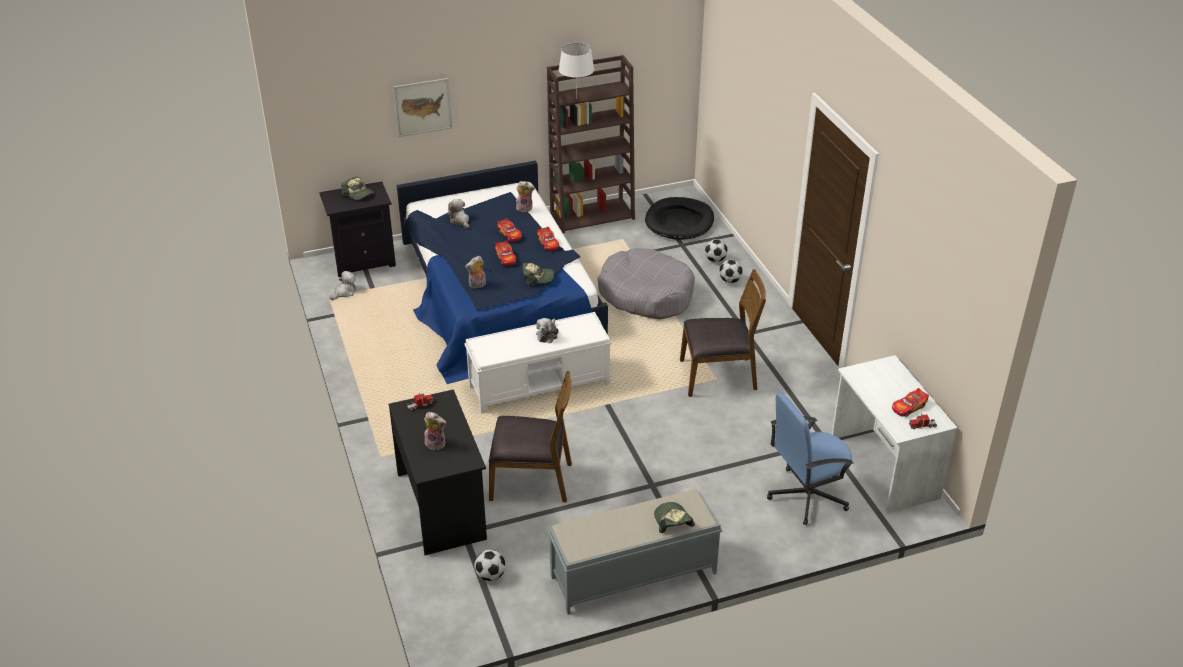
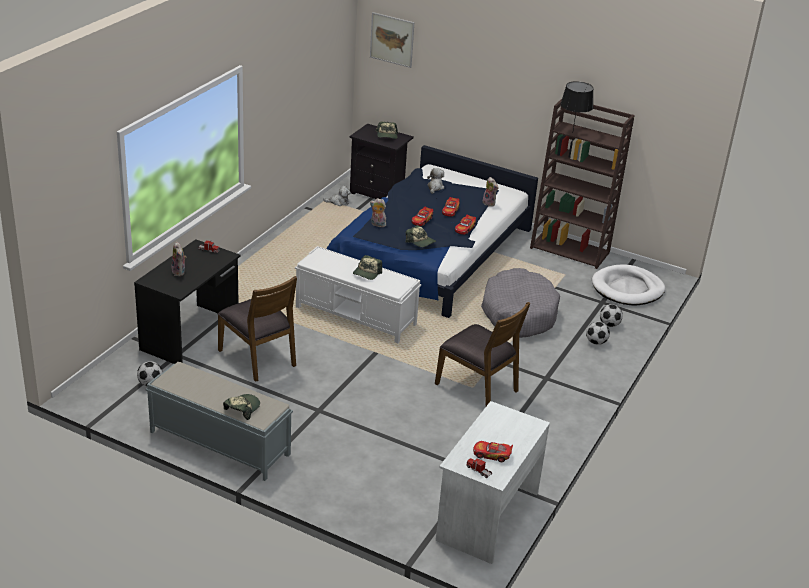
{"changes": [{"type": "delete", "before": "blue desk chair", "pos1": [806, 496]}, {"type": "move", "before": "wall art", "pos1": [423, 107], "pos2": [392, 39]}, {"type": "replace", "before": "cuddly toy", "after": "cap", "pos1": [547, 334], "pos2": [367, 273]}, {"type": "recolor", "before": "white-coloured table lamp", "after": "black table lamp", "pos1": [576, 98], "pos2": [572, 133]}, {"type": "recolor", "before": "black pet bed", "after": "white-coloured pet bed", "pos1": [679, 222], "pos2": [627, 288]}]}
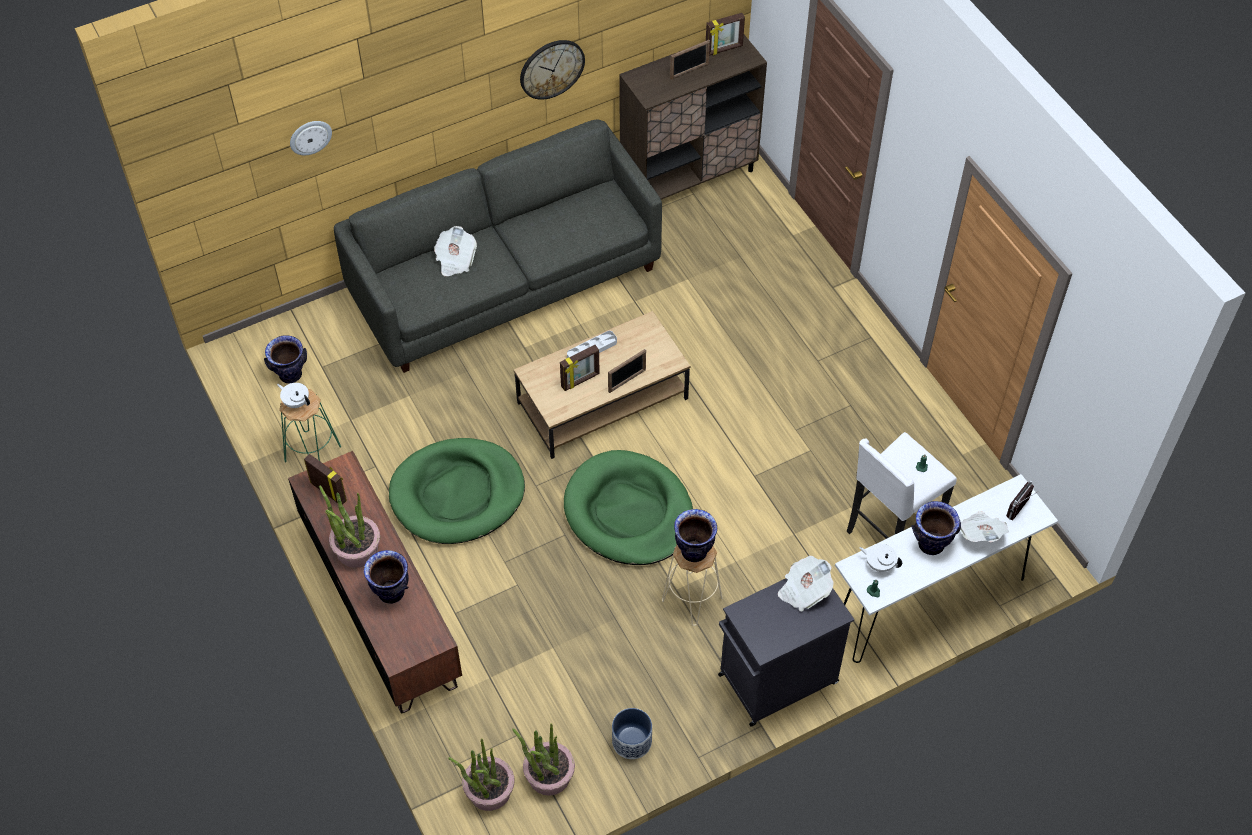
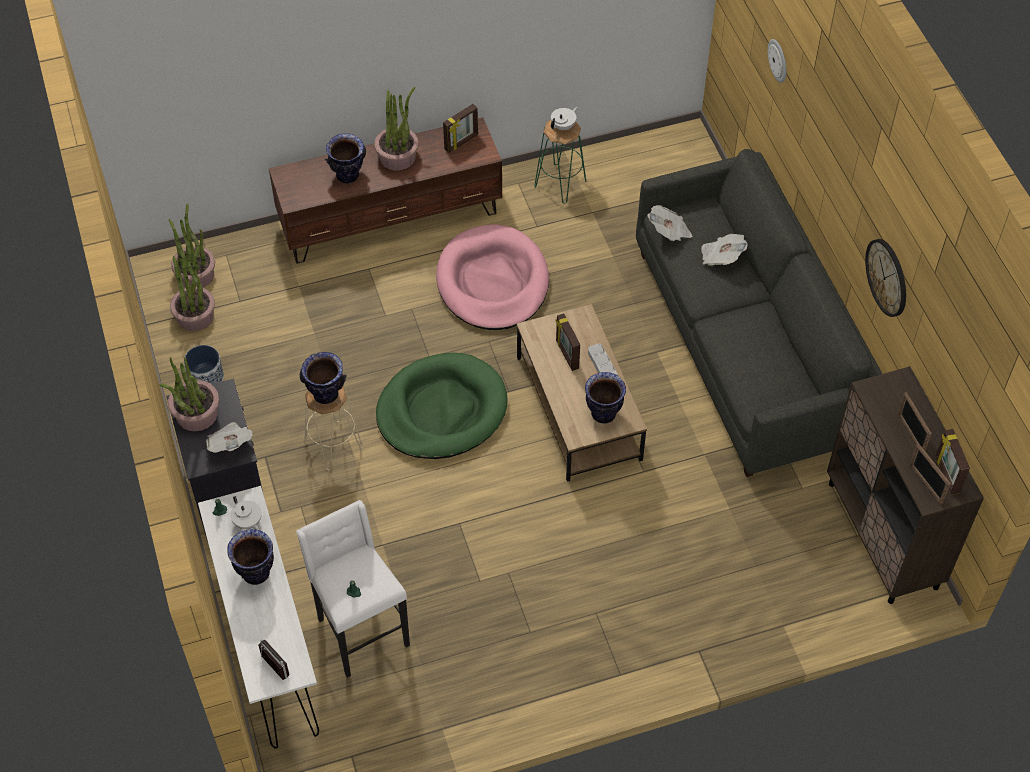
{"changes": [{"type": "insert", "after": "plant in a pot", "pos2": [196, 414]}, {"type": "move", "before": "vase", "pos1": [290, 374], "pos2": [604, 414]}, {"type": "move", "before": "standing frame", "pos1": [627, 381], "pos2": [925, 483]}, {"type": "move", "before": "newspaper", "pos1": [980, 534], "pos2": [669, 232]}, {"type": "recolor", "before": "greenish pet bed", "after": "pink pet bed", "pos1": [457, 494], "pos2": [492, 282]}, {"type": "rotate", "before": "white-coloured pot for tea", "pos1": [879, 564], "pos2": [248, 522], "turn": 105}]}
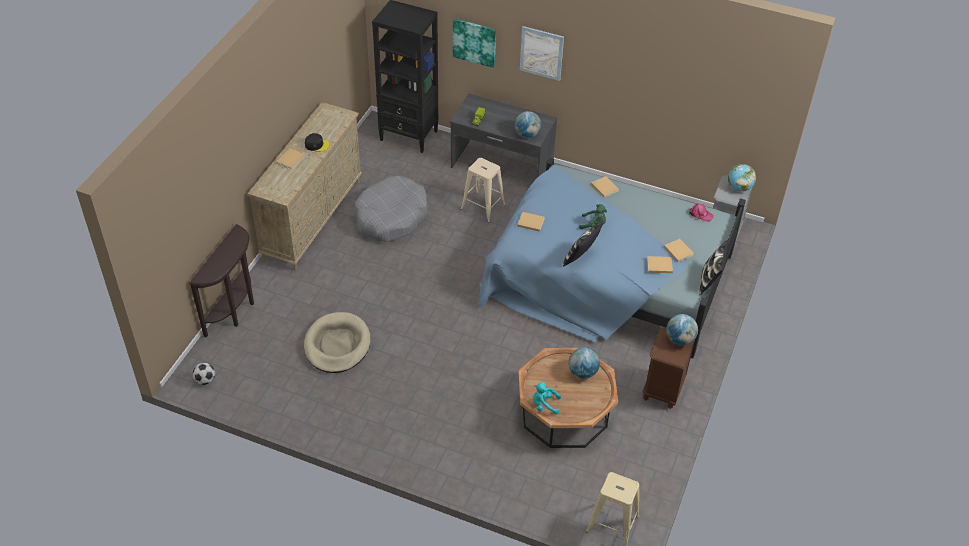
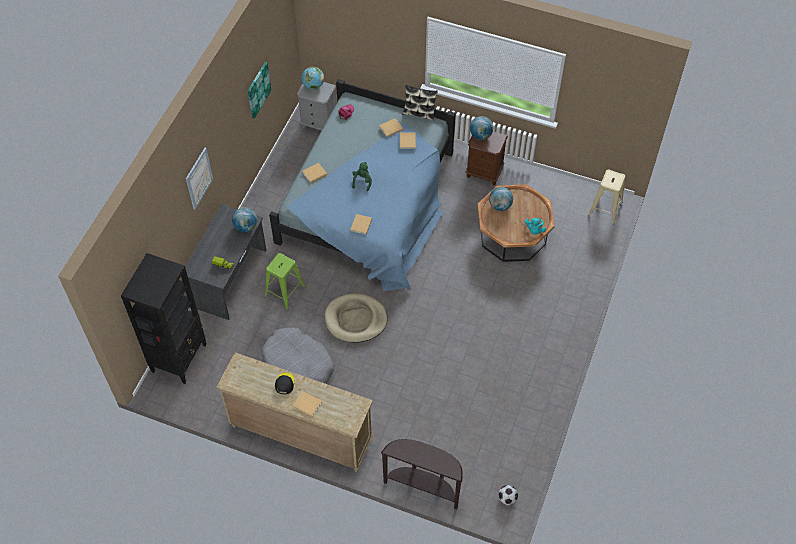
{"changes": [{"type": "delete", "before": "cushion", "pos1": [581, 258]}, {"type": "move", "before": "beige pet bed", "pos1": [337, 345], "pos2": [355, 319]}, {"type": "move", "before": "wall art", "pos1": [474, 42], "pos2": [258, 90]}, {"type": "recolor", "before": "beige stool", "after": "greenish stool", "pos1": [483, 207], "pos2": [285, 291]}]}
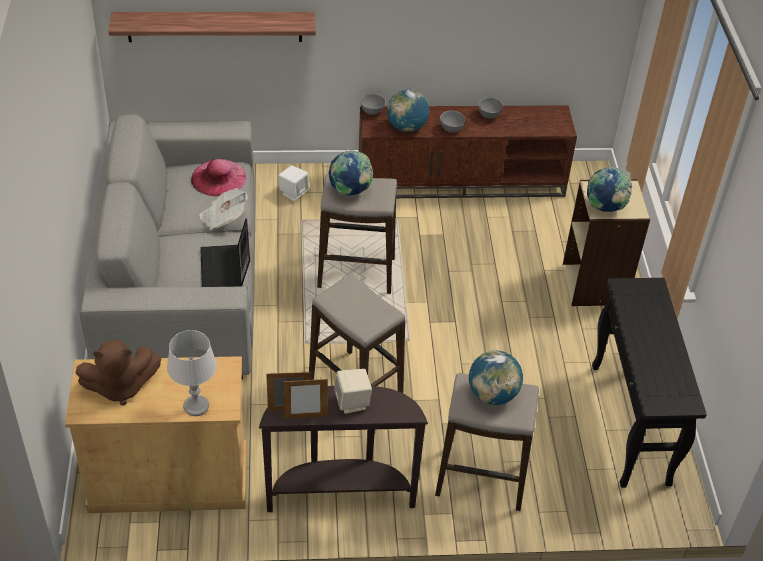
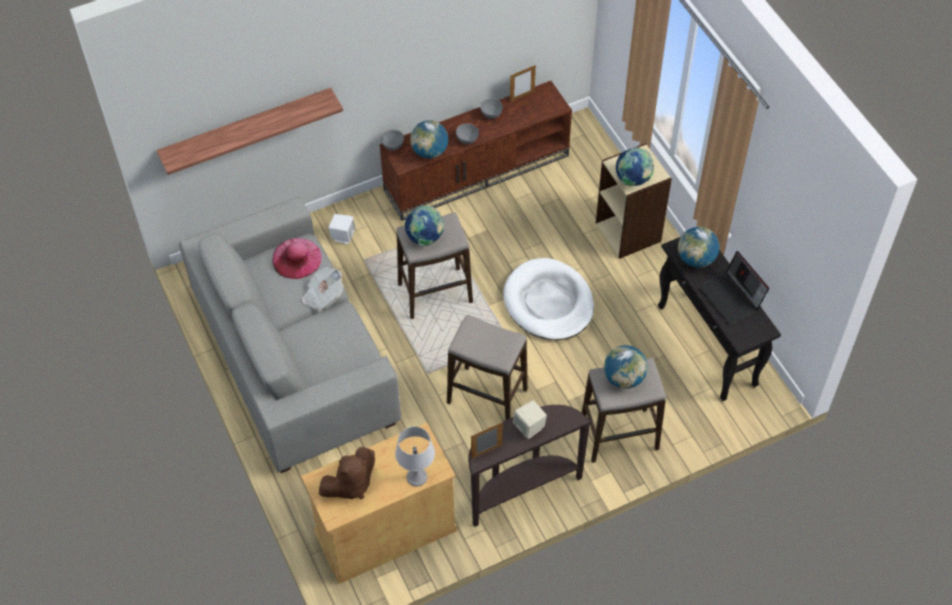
{"changes": [{"type": "insert", "after": "white-coloured pet bed", "pos2": [548, 302]}, {"type": "insert", "after": "globe", "pos2": [696, 259]}, {"type": "move", "before": "notebook computer", "pos1": [226, 268], "pos2": [732, 298]}, {"type": "move", "before": "standing frame", "pos1": [305, 417], "pos2": [522, 96]}]}
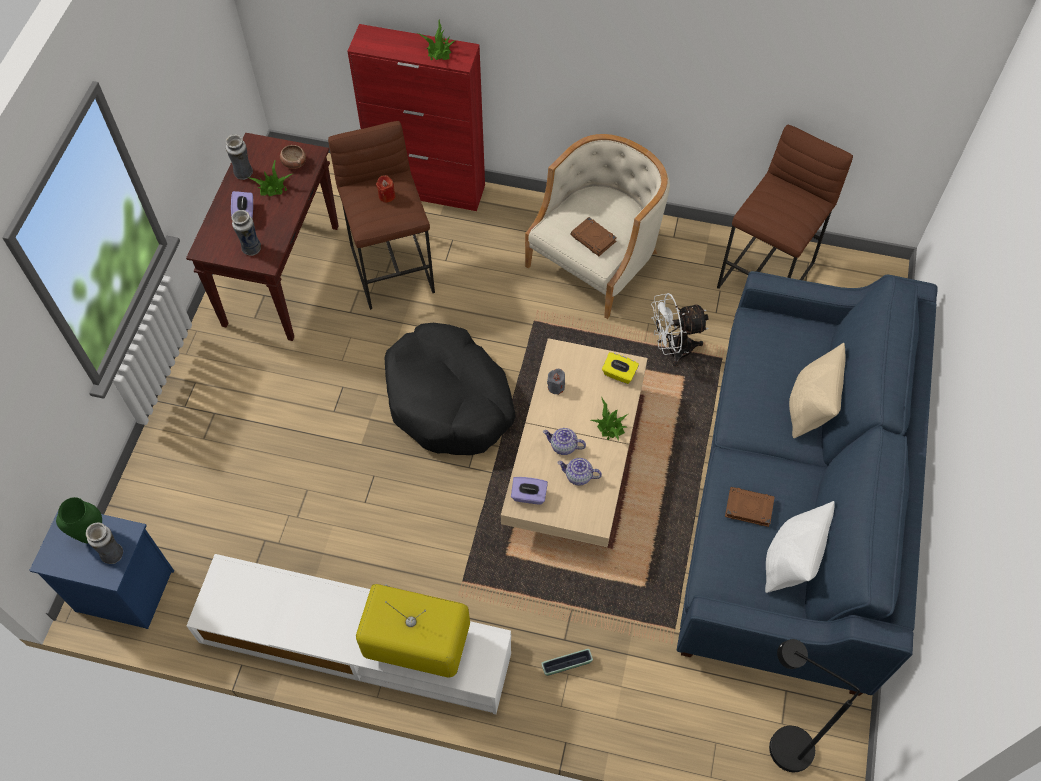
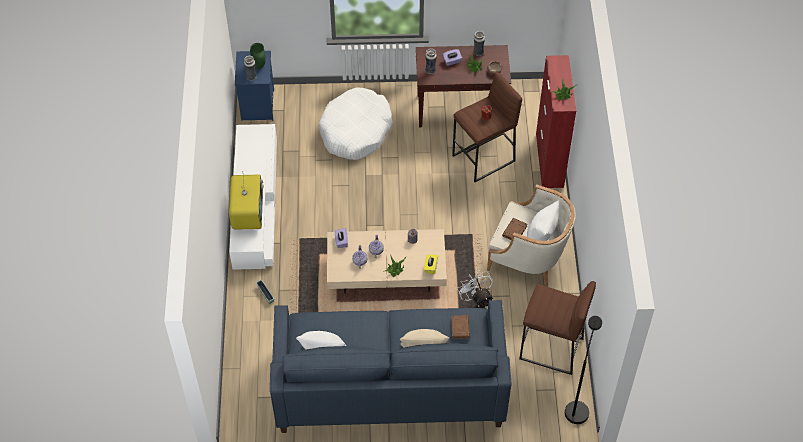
{"changes": [{"type": "delete", "before": "black pet bed", "pos1": [449, 400]}, {"type": "insert", "after": "white-coloured pet bed", "pos2": [355, 131]}, {"type": "insert", "after": "white-coloured cushion", "pos2": [541, 235]}, {"type": "move", "before": "brown bound book", "pos1": [748, 508], "pos2": [460, 328]}, {"type": "move", "before": "black floor lamp", "pos1": [778, 744], "pos2": [577, 407]}]}
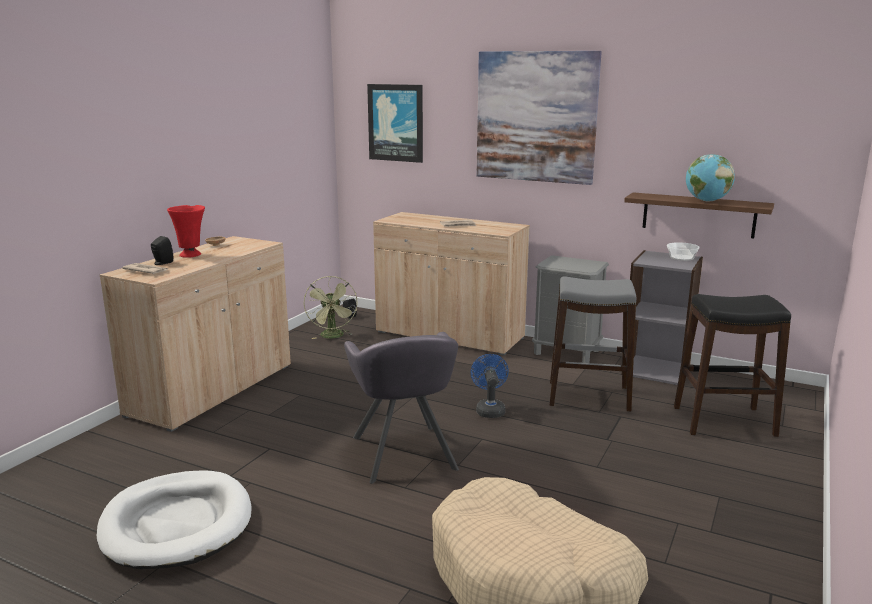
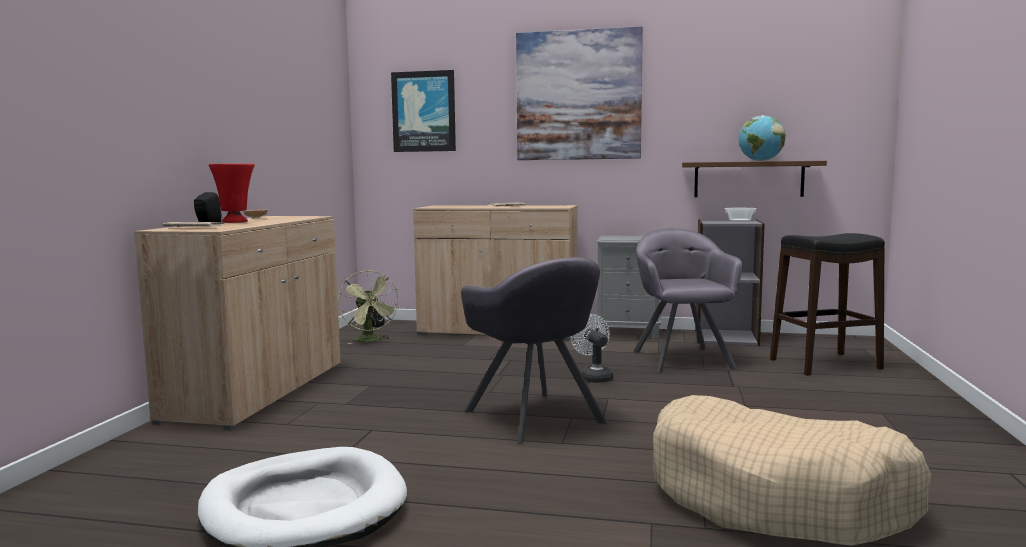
{"changes": [{"type": "replace", "before": "gray stool", "after": "gray armchair", "pos1": [589, 396], "pos2": [683, 359]}, {"type": "recolor", "before": "blue electric fan", "after": "white-coloured electric fan", "pos1": [489, 409], "pos2": [593, 377]}]}
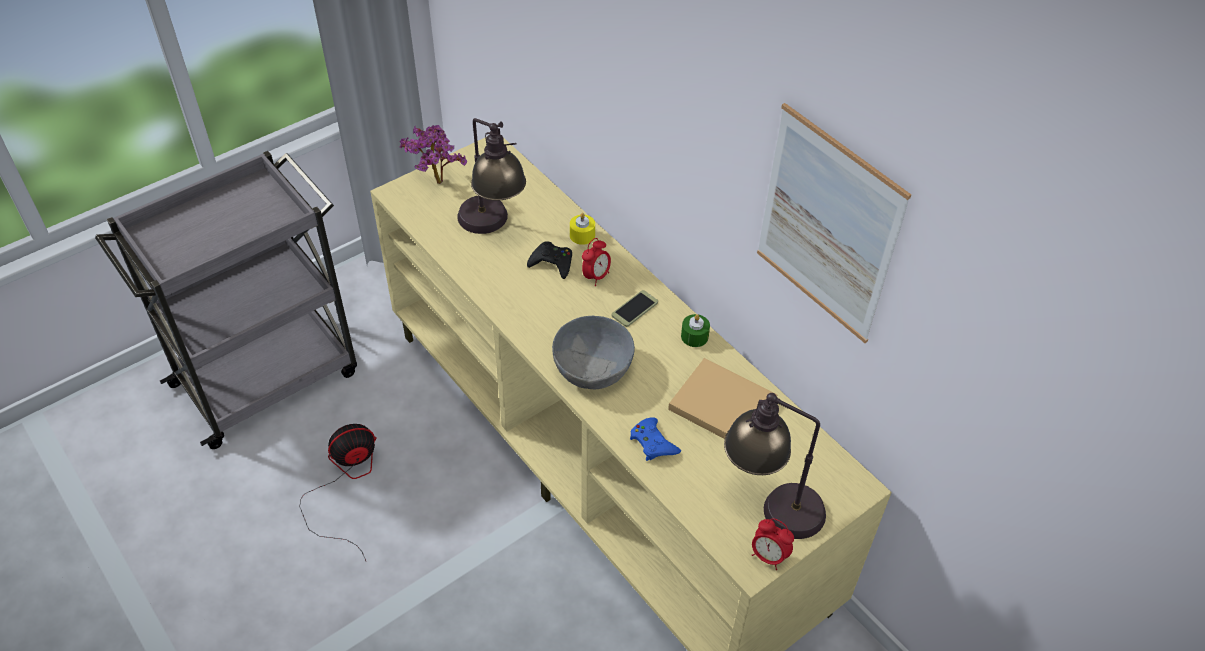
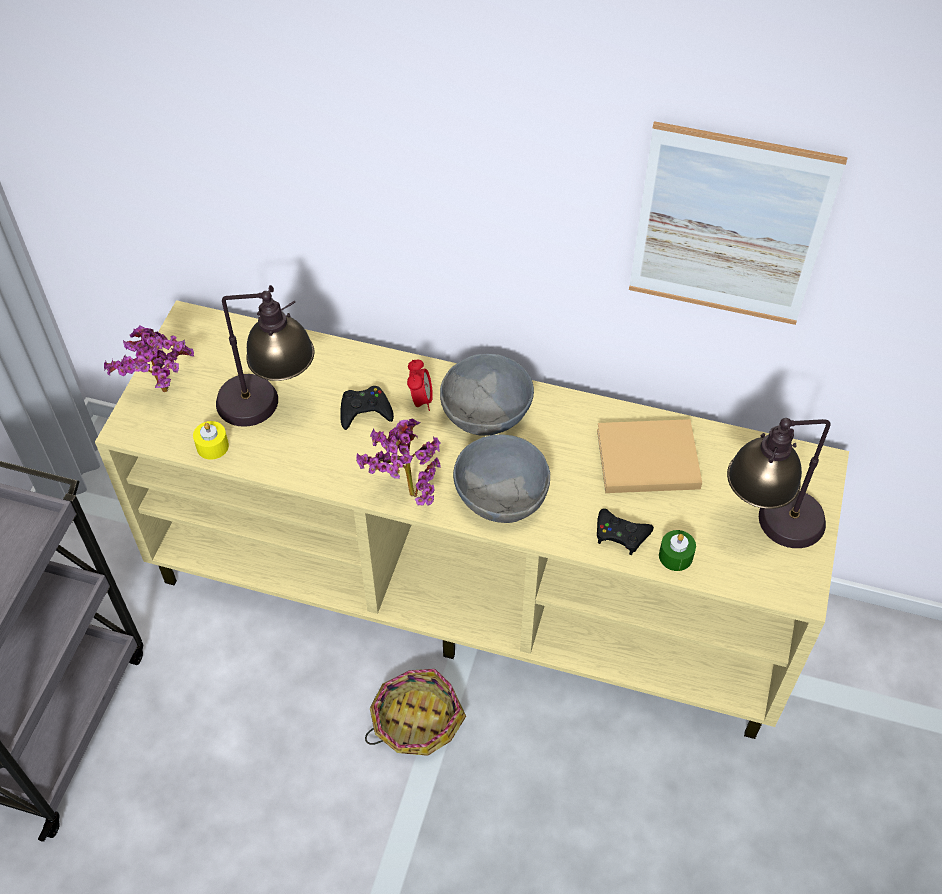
{"changes": [{"type": "delete", "before": "electric fan", "pos1": [346, 484]}, {"type": "delete", "before": "table clock", "pos1": [768, 556]}, {"type": "insert", "after": "plant in a pot", "pos2": [405, 493]}, {"type": "insert", "after": "storage basket", "pos2": [416, 720]}, {"type": "move", "before": "yellow wax candle", "pos1": [582, 235], "pos2": [212, 446]}, {"type": "move", "before": "greenish wax candle", "pos1": [694, 336], "pos2": [675, 556]}, {"type": "replace", "before": "phone", "after": "gray bowl", "pos1": [634, 309], "pos2": [487, 412]}, {"type": "recolor", "before": "blue joypad", "after": "black joypad", "pos1": [653, 443], "pos2": [621, 534]}]}
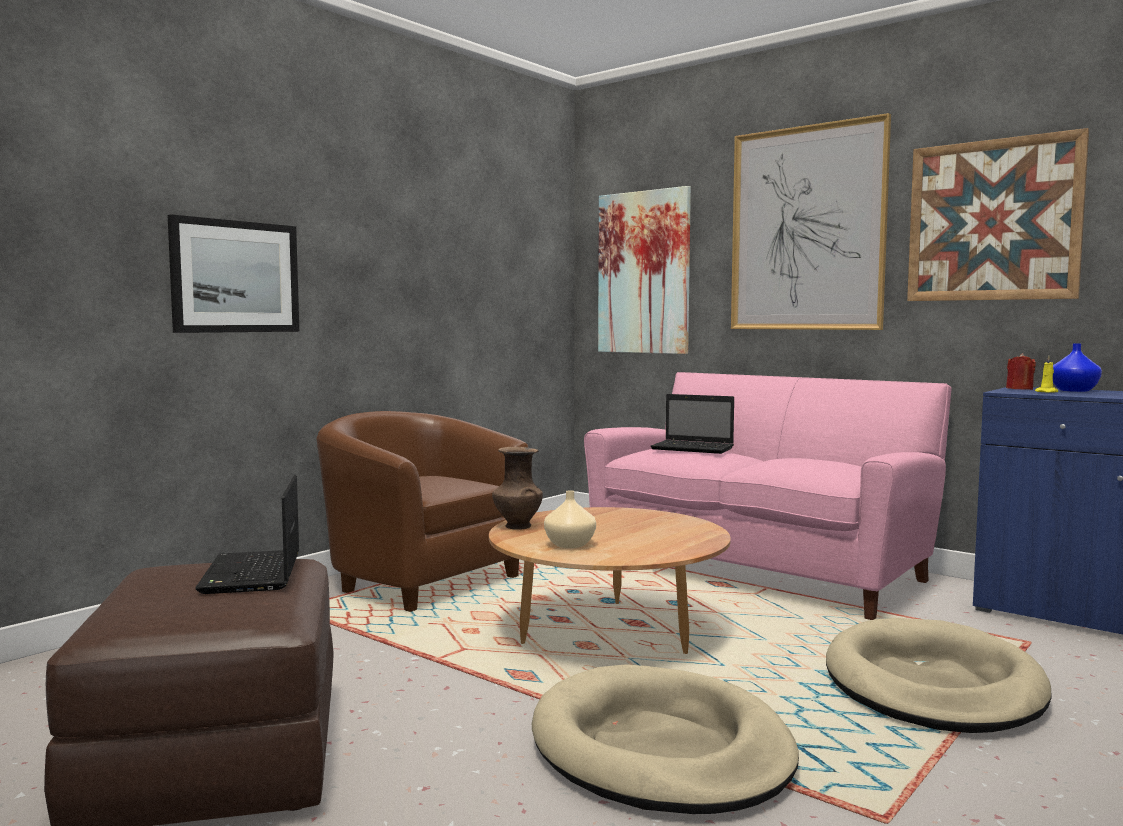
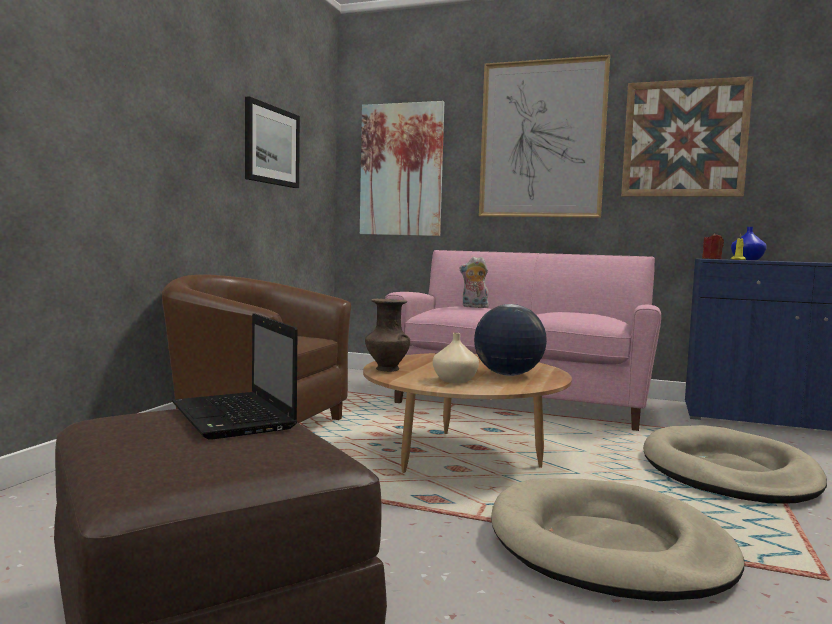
{"changes": [{"type": "insert", "after": "globe", "pos2": [508, 375]}, {"type": "move", "before": "wall art", "pos1": [235, 277], "pos2": [271, 145]}, {"type": "replace", "before": "notebook computer", "after": "cuddly toy", "pos1": [694, 448], "pos2": [474, 307]}]}
